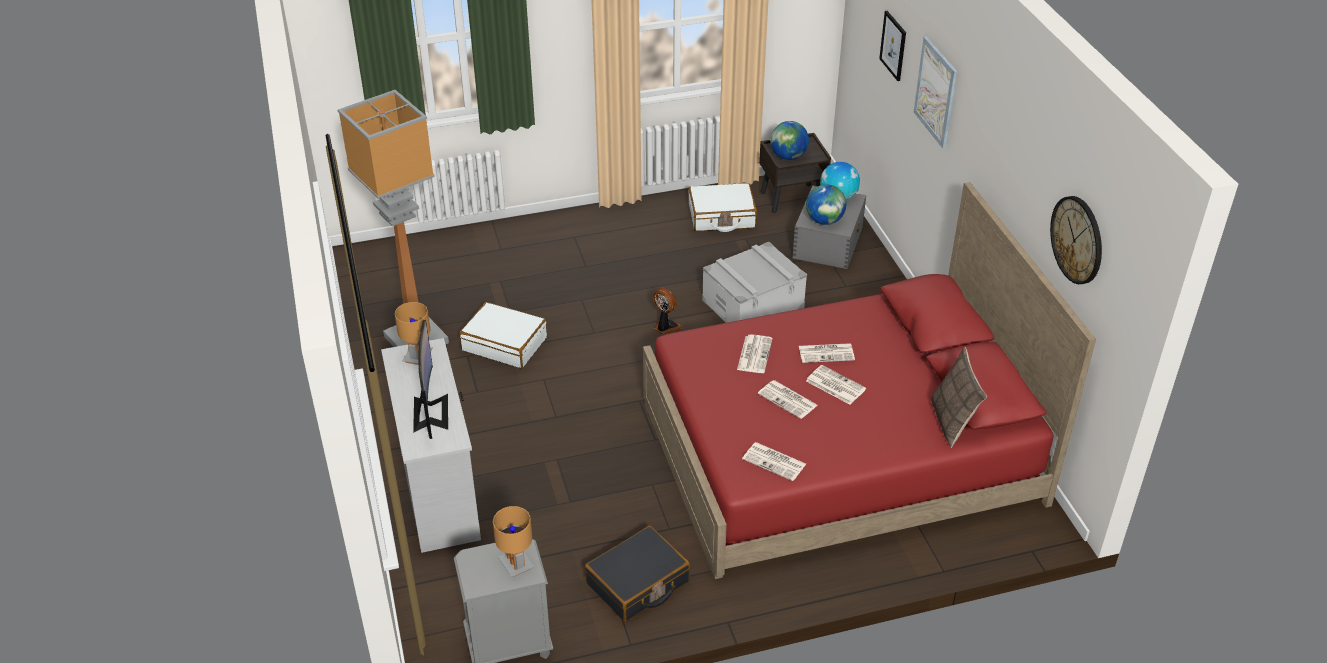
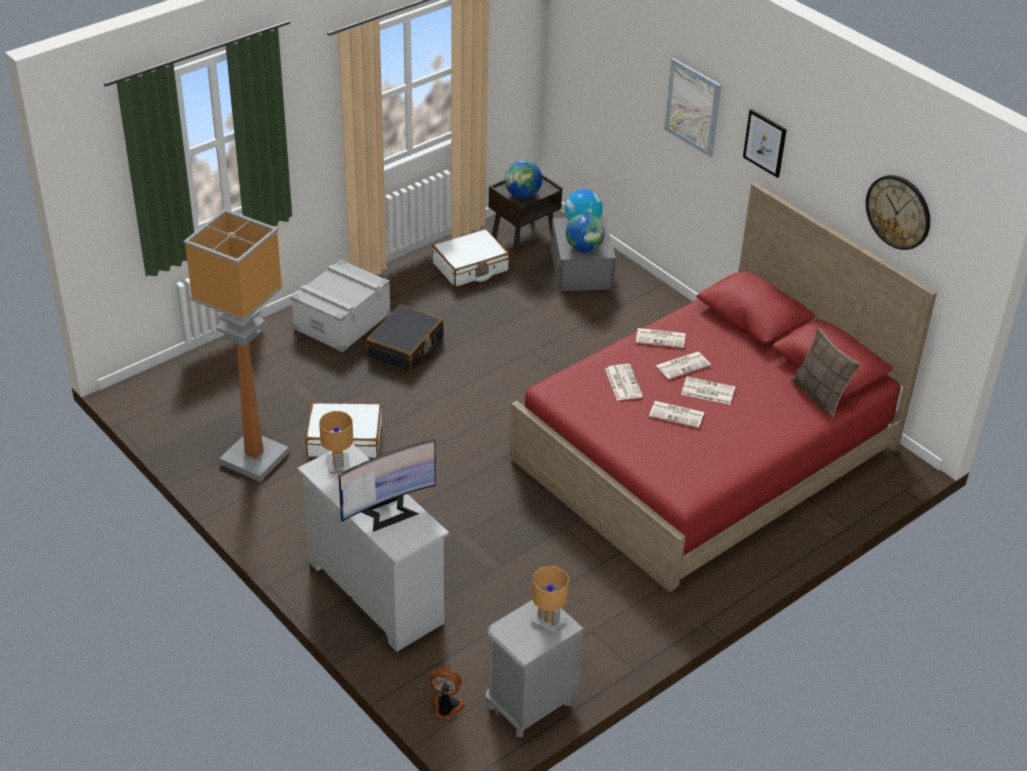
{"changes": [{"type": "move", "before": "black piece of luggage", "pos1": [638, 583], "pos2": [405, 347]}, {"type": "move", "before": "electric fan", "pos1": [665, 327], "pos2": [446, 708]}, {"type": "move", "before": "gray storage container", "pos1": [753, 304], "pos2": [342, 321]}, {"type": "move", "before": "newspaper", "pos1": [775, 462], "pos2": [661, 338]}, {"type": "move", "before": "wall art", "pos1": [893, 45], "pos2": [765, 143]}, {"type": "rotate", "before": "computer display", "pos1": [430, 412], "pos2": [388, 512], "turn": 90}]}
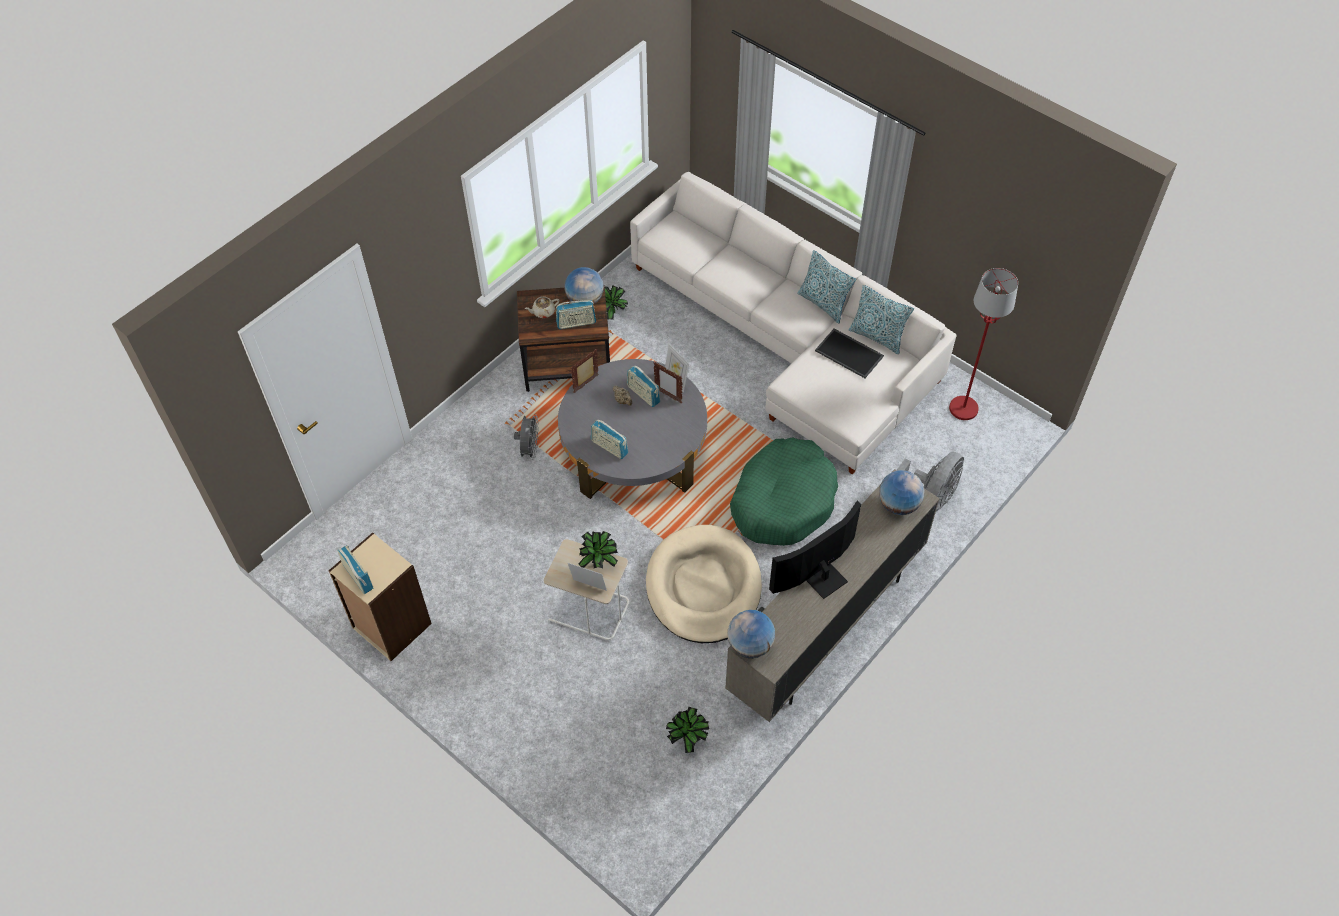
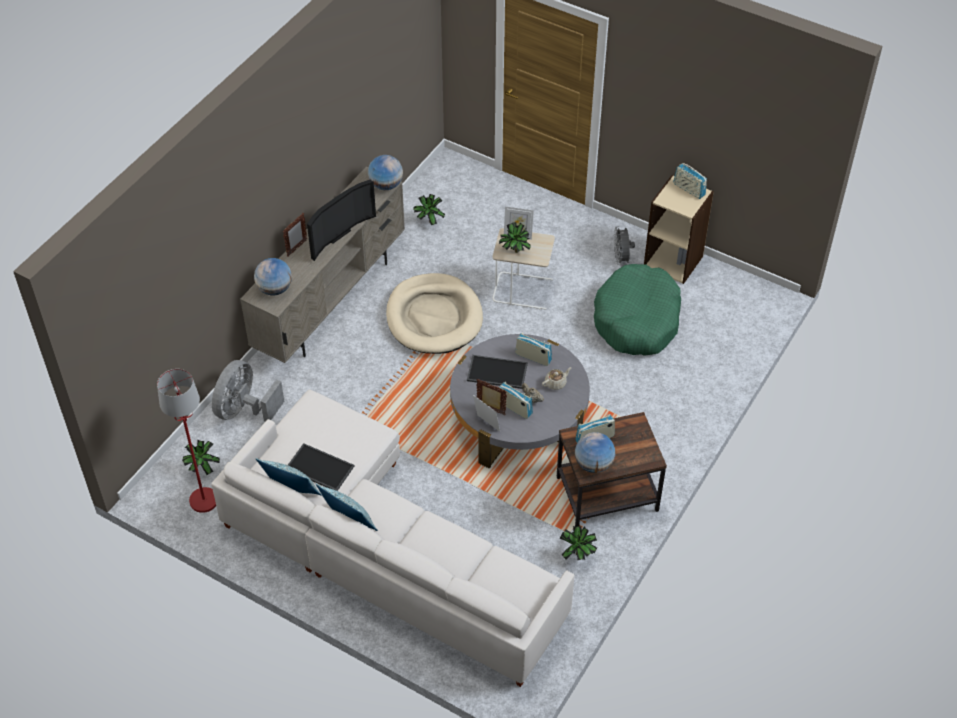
{"changes": [{"type": "insert", "after": "plant in a pot", "pos2": [202, 469]}, {"type": "insert", "after": "carrying tray", "pos2": [496, 373]}, {"type": "move", "before": "gray electric fan", "pos1": [529, 449], "pos2": [621, 259]}, {"type": "move", "before": "beige pot for tea", "pos1": [543, 312], "pos2": [556, 383]}, {"type": "move", "before": "standing frame", "pos1": [586, 384], "pos2": [296, 248]}, {"type": "move", "before": "greenish pet bed", "pos1": [783, 500], "pos2": [637, 320]}]}
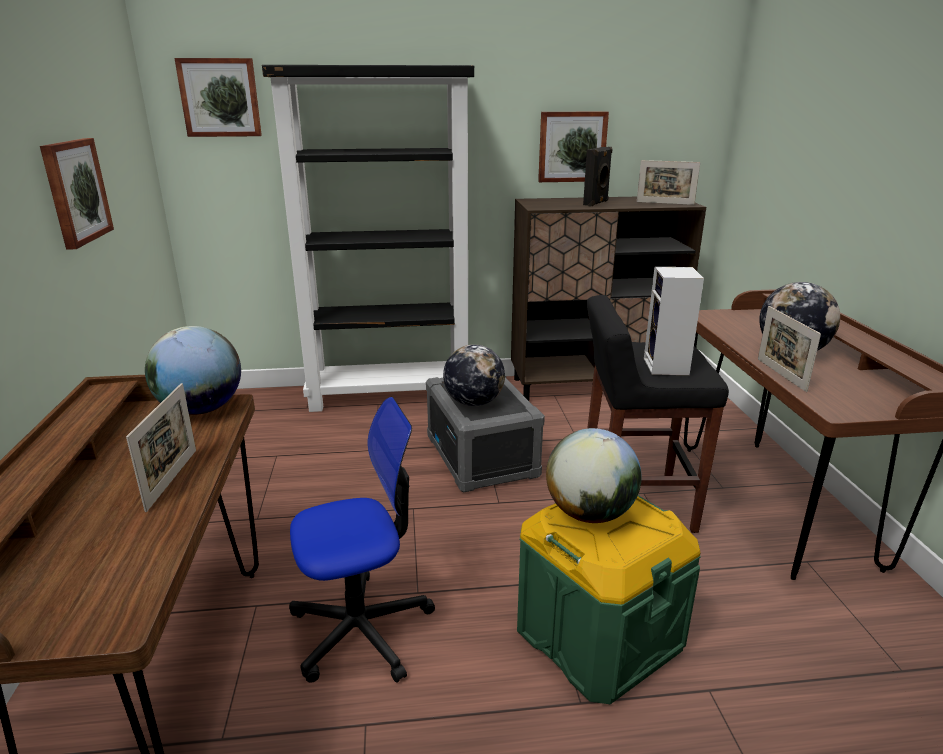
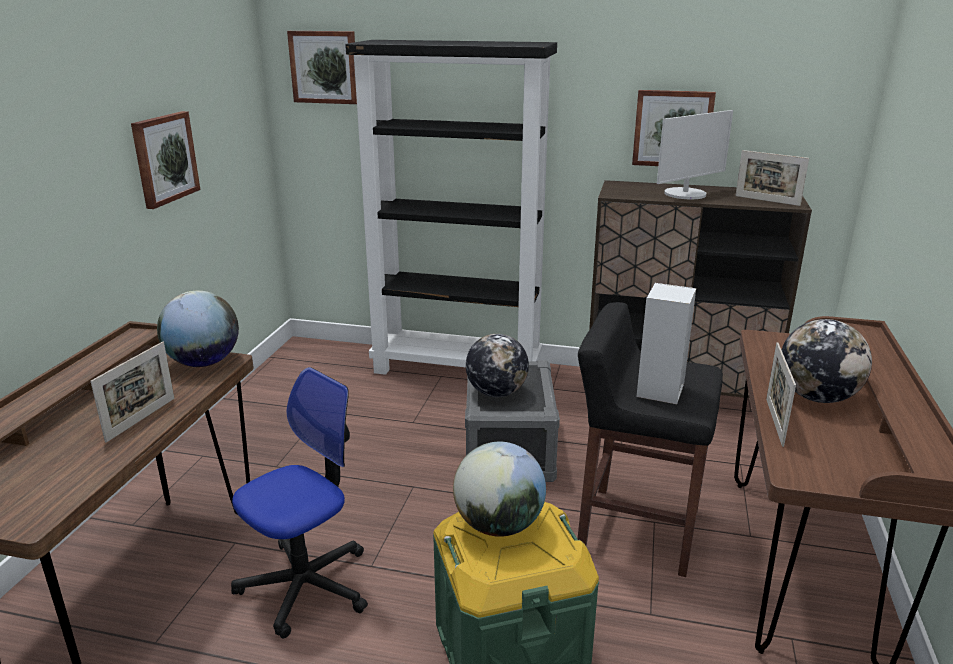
{"changes": [{"type": "replace", "before": "black loudspeaker", "after": "computer display", "pos1": [596, 203], "pos2": [685, 194]}, {"type": "rotate", "before": "desk chair", "pos1": [361, 629], "pos2": [306, 585], "turn": -45}]}
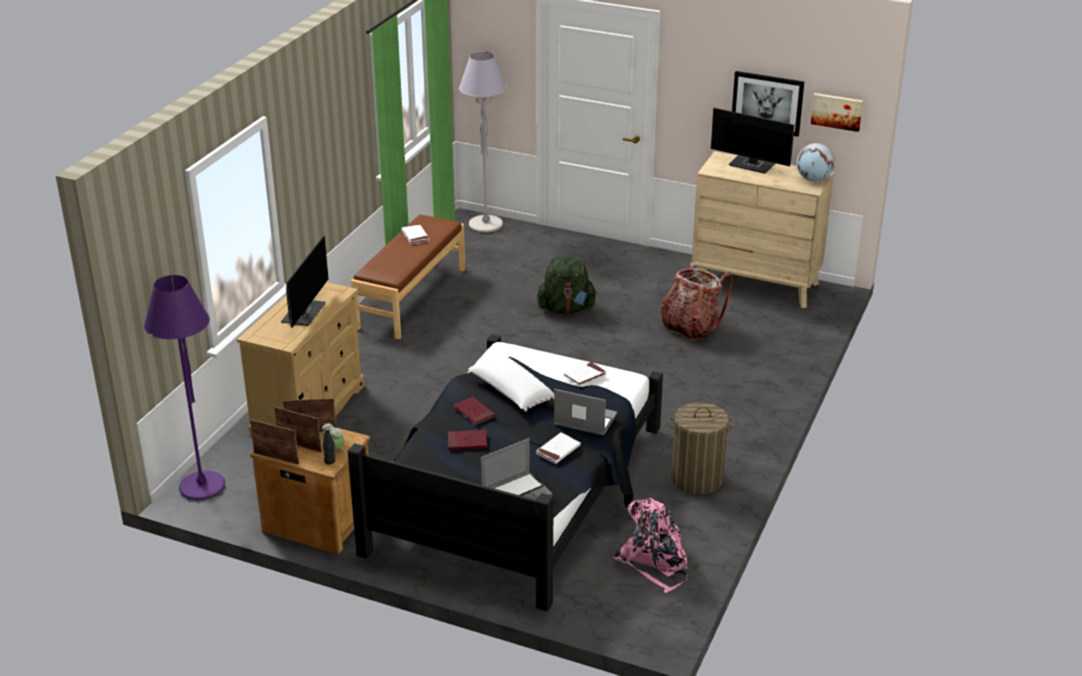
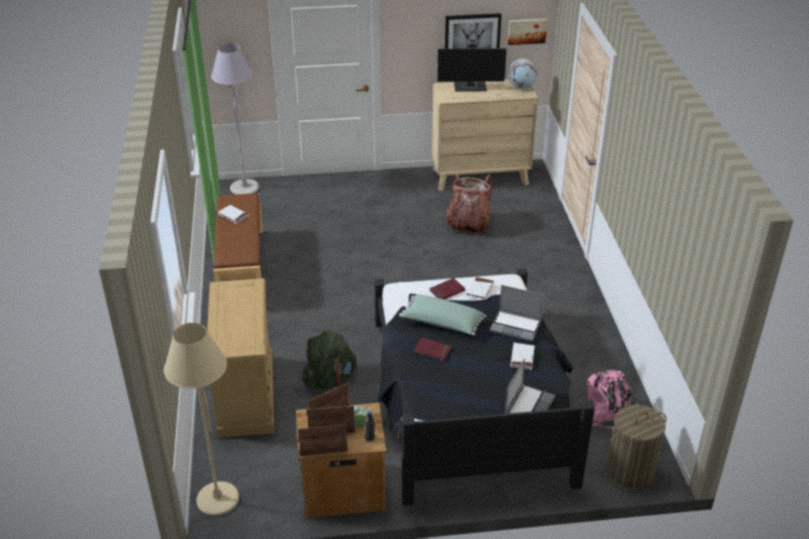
{"changes": [{"type": "delete", "before": "computer display", "pos1": [303, 312]}, {"type": "move", "before": "red-coloured bound book", "pos1": [467, 442], "pos2": [447, 291]}, {"type": "move", "before": "greenish rucksack", "pos1": [566, 309], "pos2": [330, 379]}, {"type": "move", "before": "washing basket", "pos1": [697, 479], "pos2": [630, 470]}, {"type": "recolor", "before": "purple floor lamp", "after": "beige floor lamp", "pos1": [202, 486], "pos2": [217, 499]}, {"type": "recolor", "before": "white-coloured cushion", "after": "greenish cushion", "pos1": [511, 392], "pos2": [441, 323]}, {"type": "rotate", "before": "notebook computer", "pos1": [584, 420], "pos2": [516, 326], "turn": -150}]}
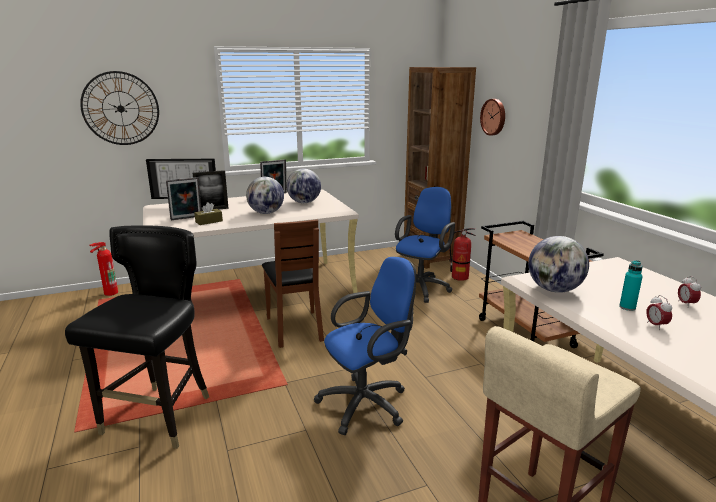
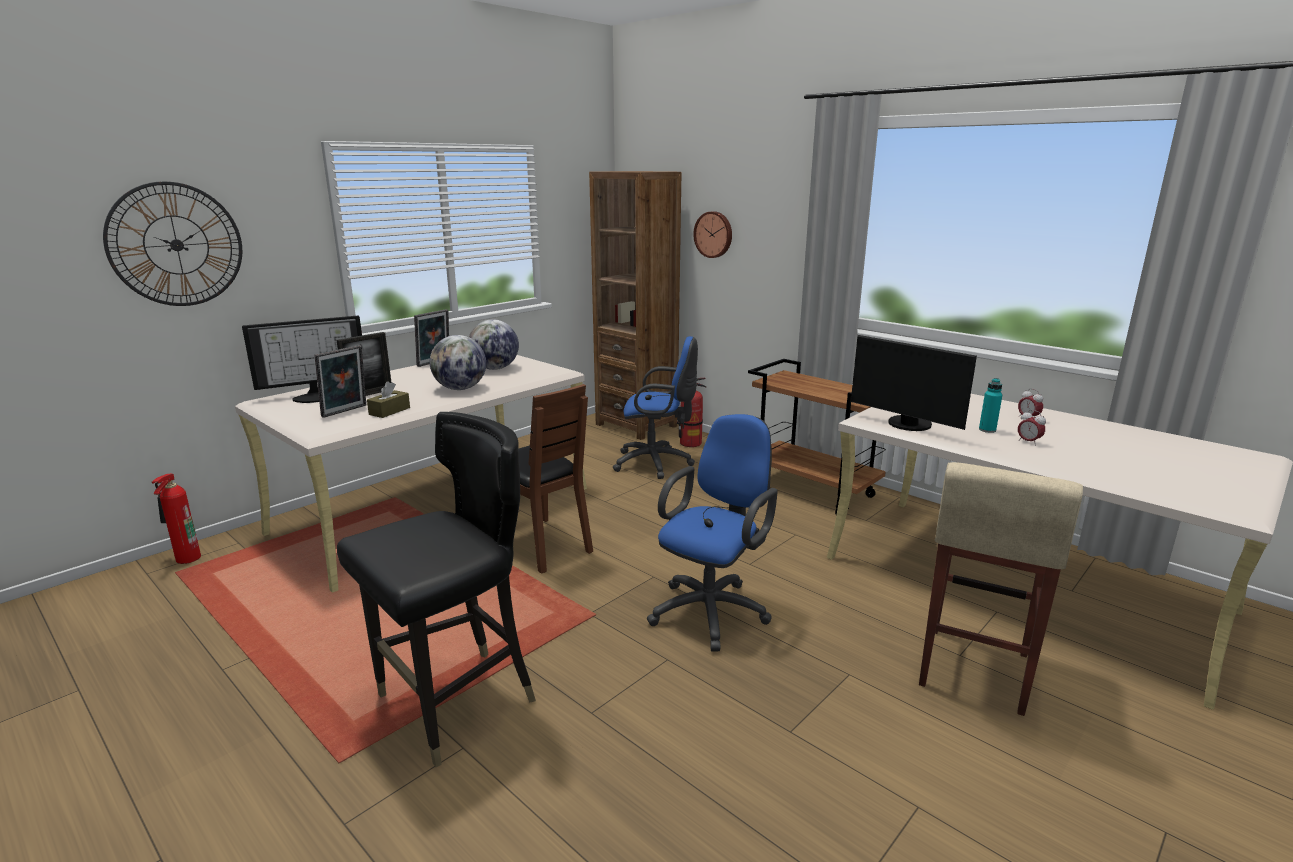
{"changes": [{"type": "replace", "before": "globe", "after": "computer display", "pos1": [554, 290], "pos2": [907, 425]}, {"type": "rotate", "before": "black chair", "pos1": [159, 418], "pos2": [456, 704], "turn": 60}, {"type": "rotate", "before": "blue desk chair", "pos1": [422, 287], "pos2": [657, 463], "turn": 90}]}
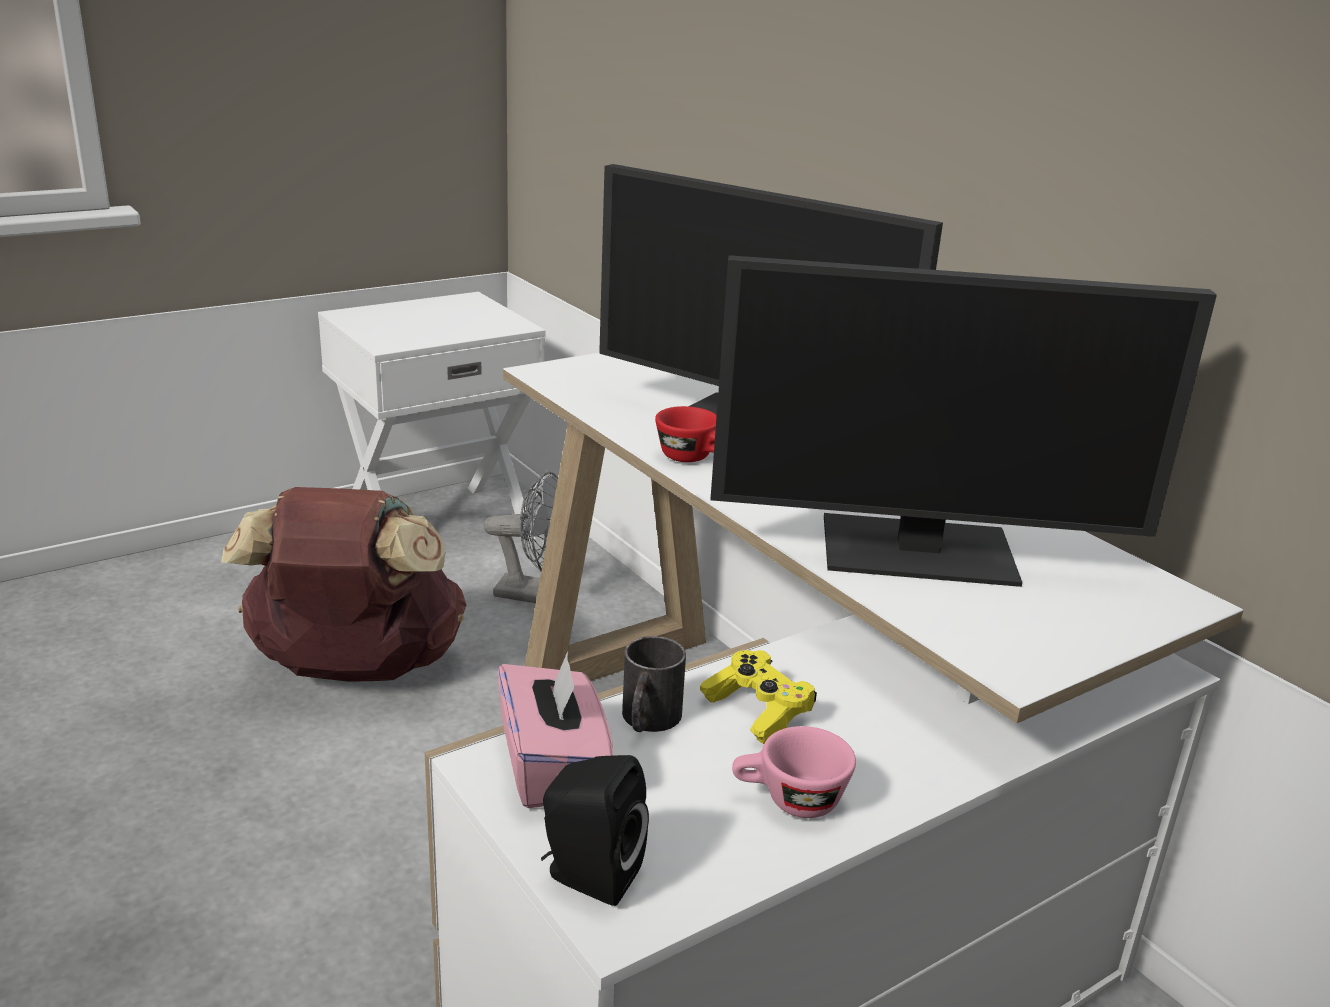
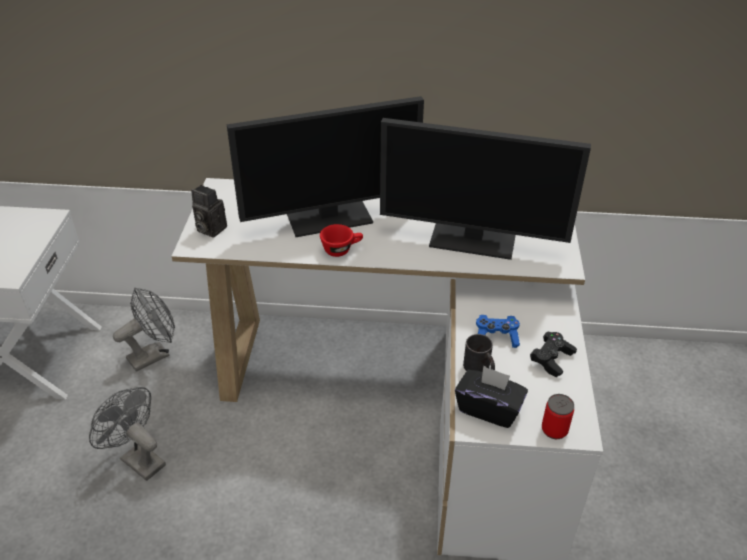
{"changes": [{"type": "insert", "after": "photo camera", "pos2": [209, 229]}, {"type": "replace", "before": "brown rucksack", "after": "gray electric fan", "pos1": [355, 670], "pos2": [137, 459]}, {"type": "replace", "before": "black loudspeaker", "after": "sealed can", "pos1": [588, 876], "pos2": [554, 430]}, {"type": "replace", "before": "pink drinking cup", "after": "black joypad", "pos1": [789, 801], "pos2": [551, 359]}, {"type": "recolor", "before": "pink tissue holder", "after": "black tissue holder", "pos1": [553, 768], "pos2": [489, 409]}, {"type": "recolor", "before": "yellow joypad", "after": "blue joypad", "pos1": [757, 711], "pos2": [496, 337]}, {"type": "rotate", "before": "computer display", "pos1": [920, 551], "pos2": [474, 238], "turn": 60}]}
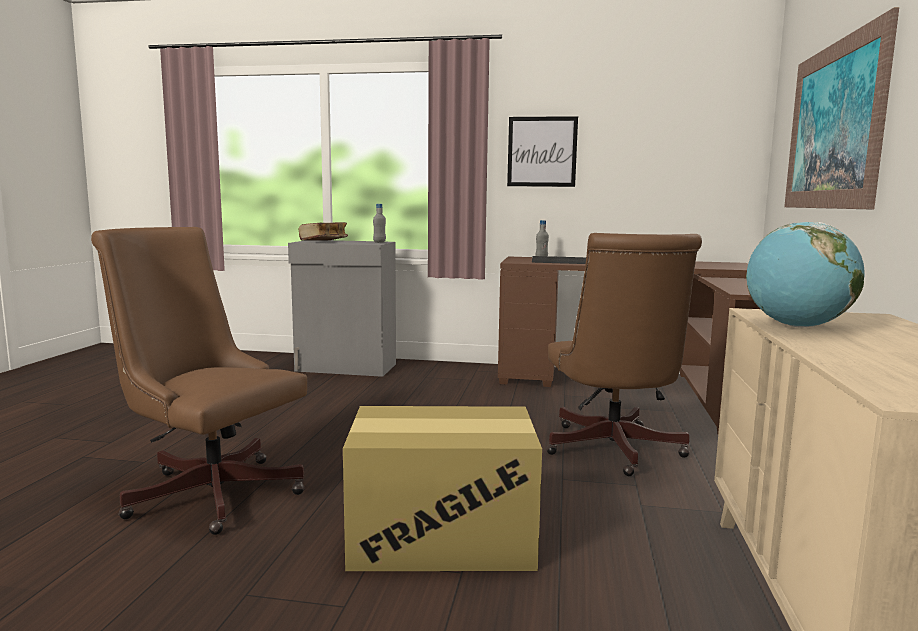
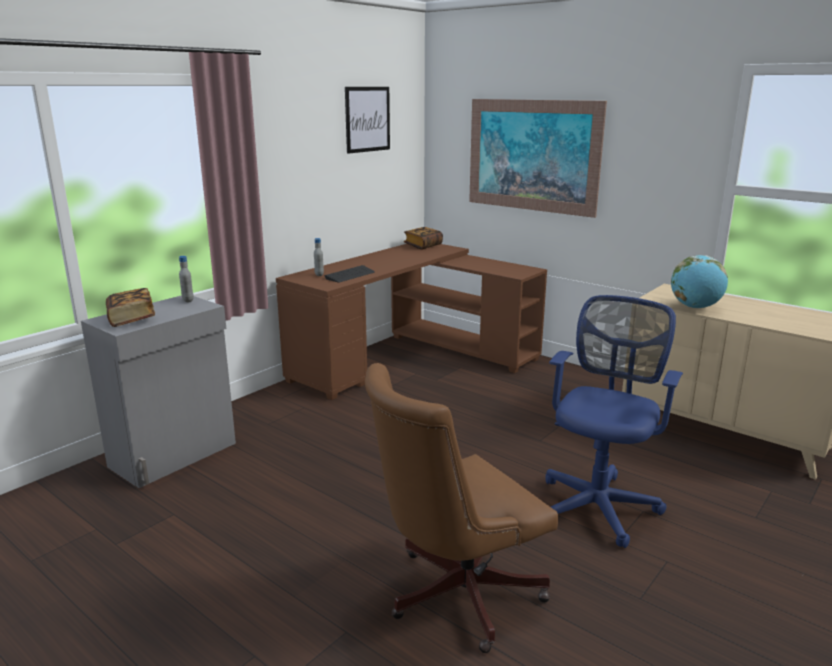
{"changes": [{"type": "delete", "before": "brown desk chair", "pos1": [613, 451]}, {"type": "insert", "after": "bound book", "pos2": [423, 246]}, {"type": "move", "before": "wall art", "pos1": [542, 152], "pos2": [367, 119]}, {"type": "replace", "before": "cardboard box", "after": "blue desk chair", "pos1": [442, 537], "pos2": [598, 505]}]}
